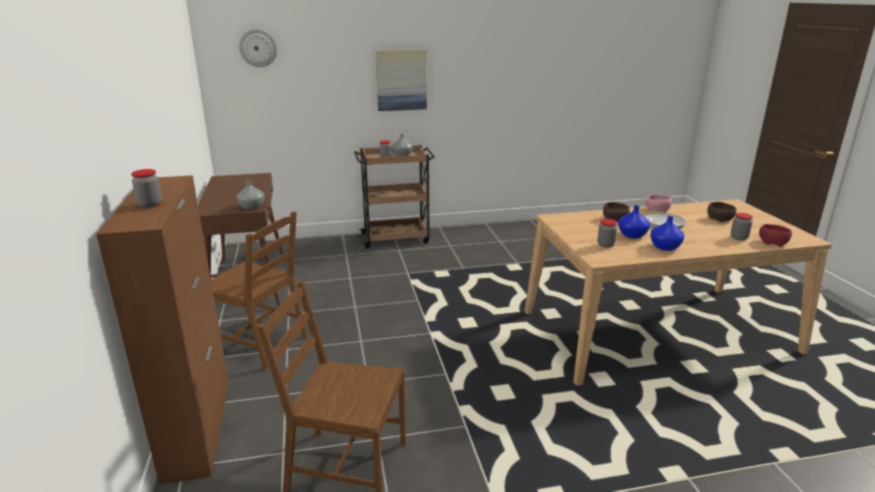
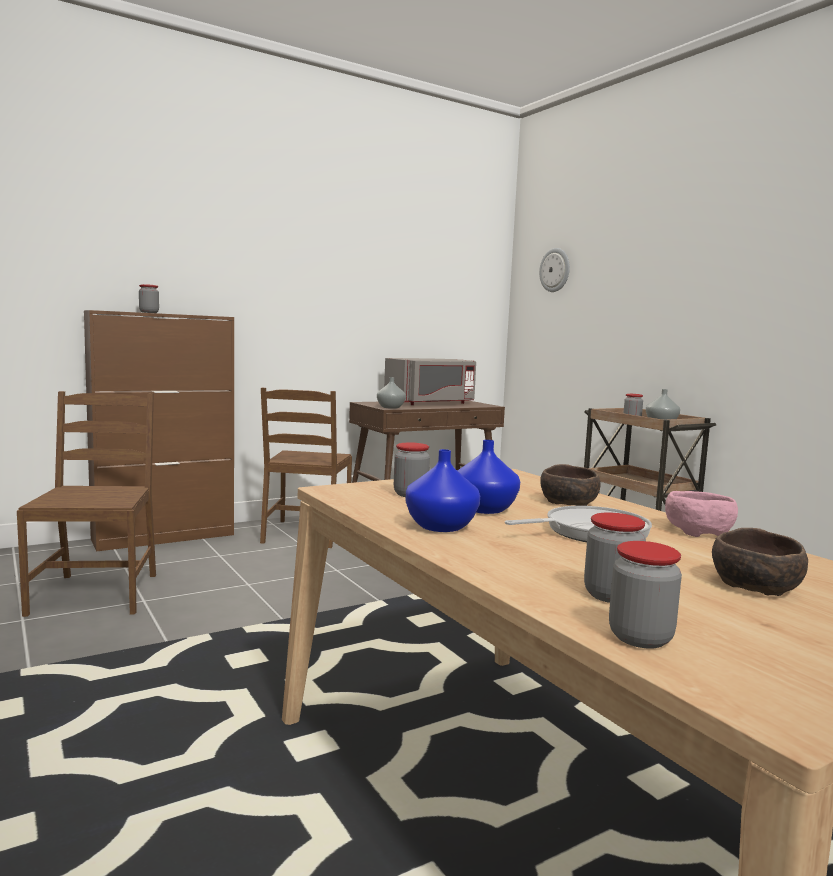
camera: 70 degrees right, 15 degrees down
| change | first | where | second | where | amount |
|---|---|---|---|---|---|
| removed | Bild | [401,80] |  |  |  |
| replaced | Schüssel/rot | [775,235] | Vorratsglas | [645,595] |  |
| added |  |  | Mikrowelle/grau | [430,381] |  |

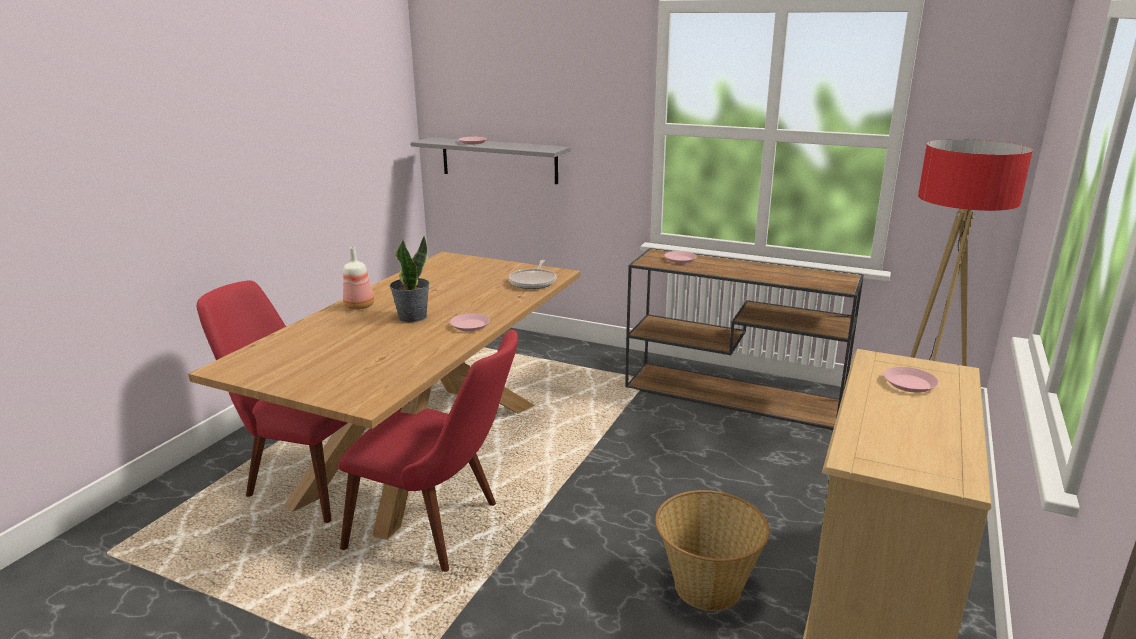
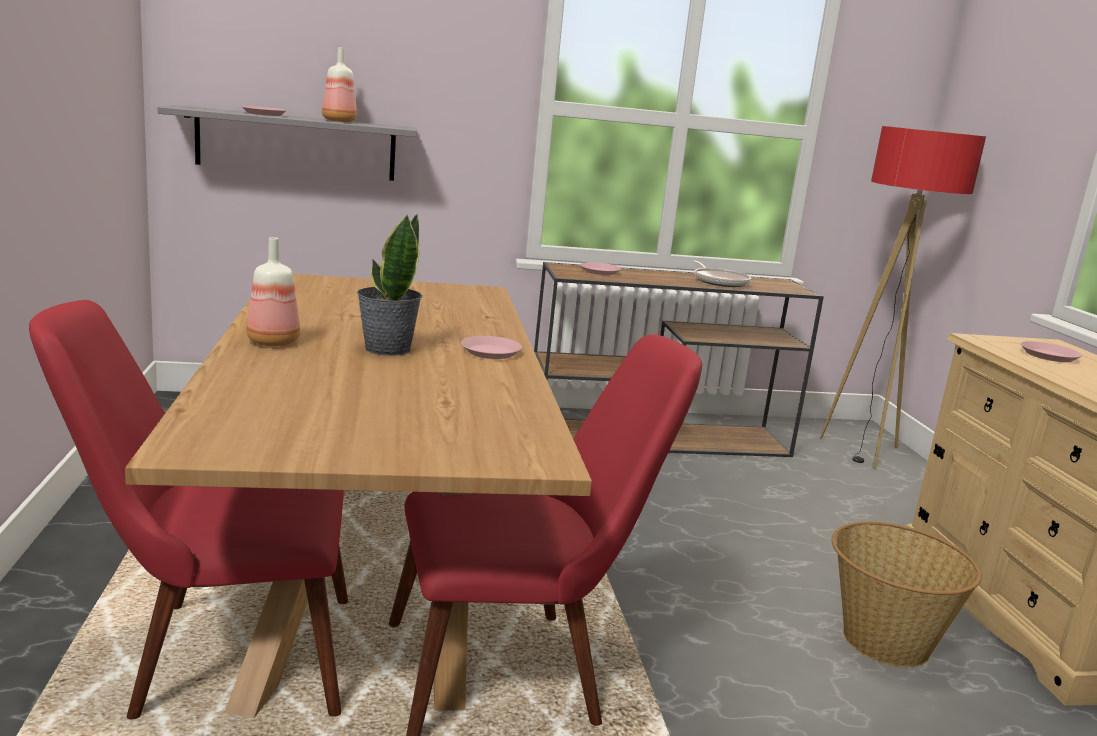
camera: 35 degrees left, 5 degrees down
| change | first | where | second | where | amount |
|---|---|---|---|---|---|
| moved | Pfanne | [533,274] |  | [721,273] |  |
| added |  |  | Flasche | [339,84] |  |

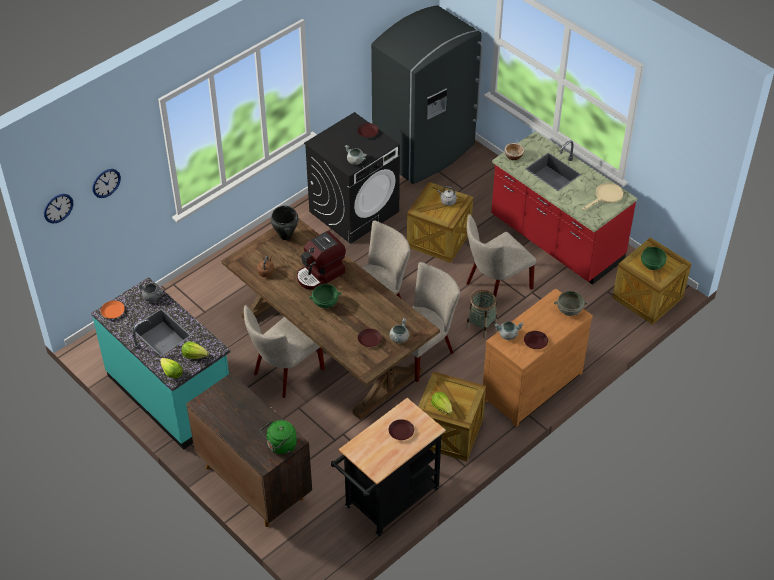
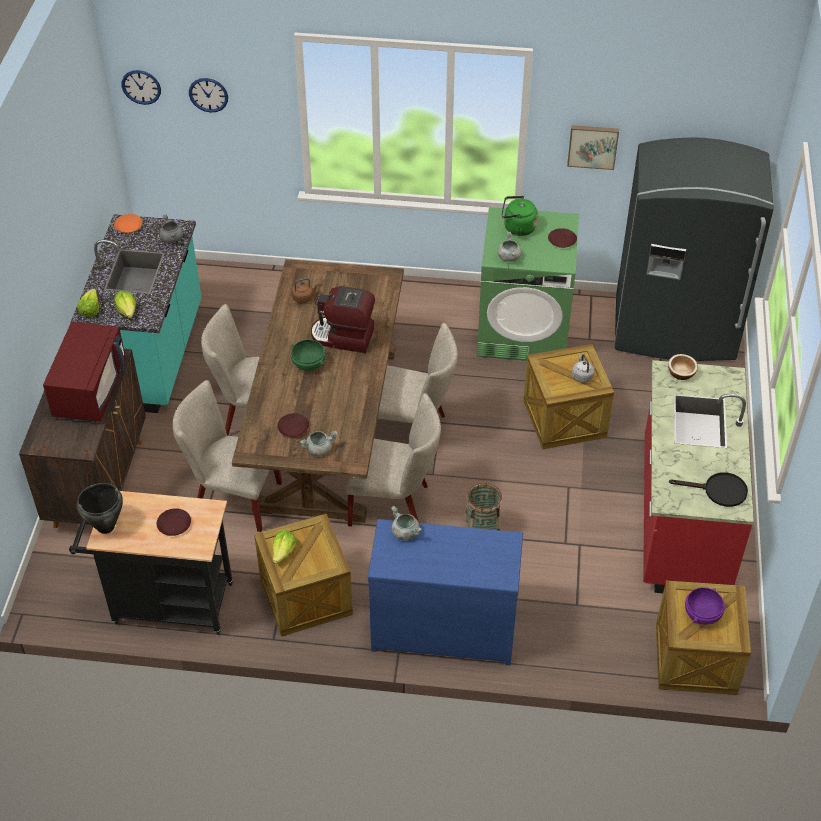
camera: 50 degrees right, 0 degrees up
| change | first | where | second | where | amount |
|---|---|---|---|---|---|
| recoloured | Waschmaschine/schwarz | [352,178] | Waschmaschine/grün | [528,284] |  |
| recoloured | Pfanne/beige | [602,196] | Pfanne/schwarz | [708,489] |  |
| moved | Kochtopf/schwarz | [284,223] |  | [100,508] |  |
| moved | Stuhl/beige | [501,255] |  | [227,456] |  |
| recoloured | Schüssel/grün | [654,258] | Schüssel/lila | [705,606] |  |
| recoloured | Kommode/braun | [538,357] | Kommode/blau | [445,592] |  |
| removed | Schüssel/grau | [570,303] |  |  |  |
| removed | Teller/braun | [536,340] |  |  |  |
| moved | Wasserkessel/grün | [278,437] |  | [520,216] |  |
| added |  |  | Bild | [593,147] |  |
| added |  |  | Mikrowelle/rot | [84,372] |  |

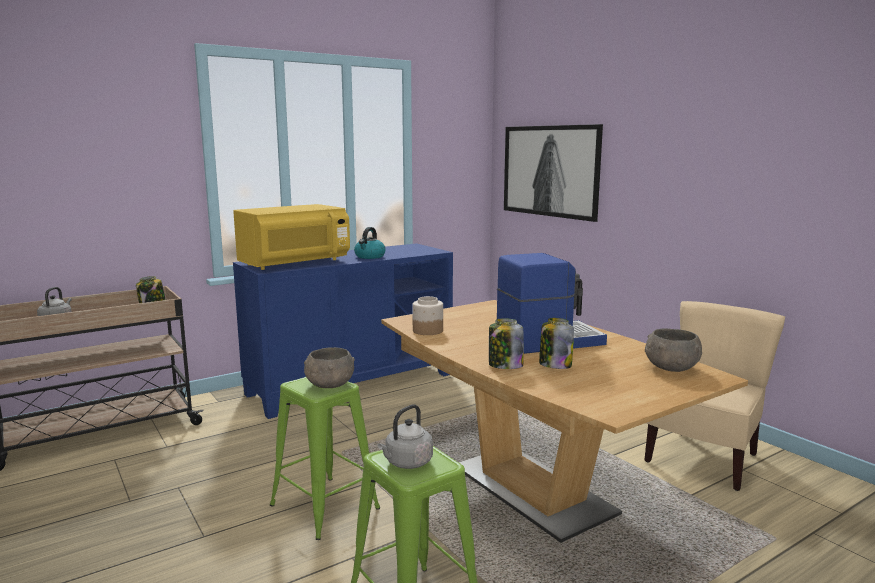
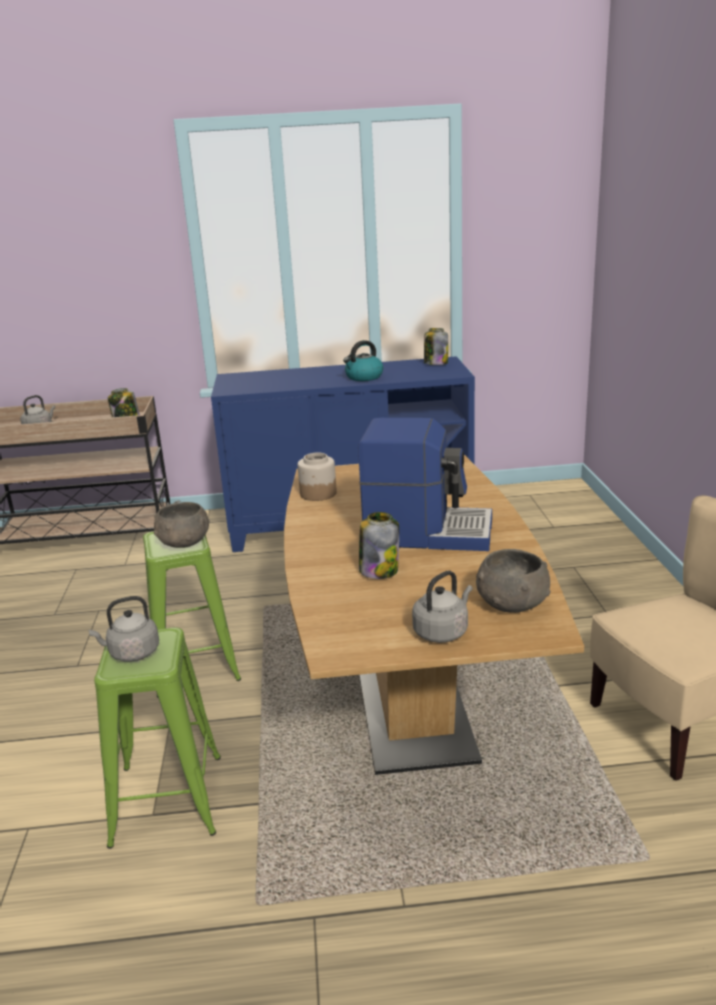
camera: 30 degrees right, 10 degrees up
| change | first | where | second | where | amount |
|---|---|---|---|---|---|
| removed | Bild | [553,173] |  |  |  |
| removed | Mikrowelle/gelb | [291,237] |  |  |  |
| moved | Vorratsglas | [506,343] |  | [436,346] |  |
| added |  |  | Wasserkessel/grau | [442,607] |  |

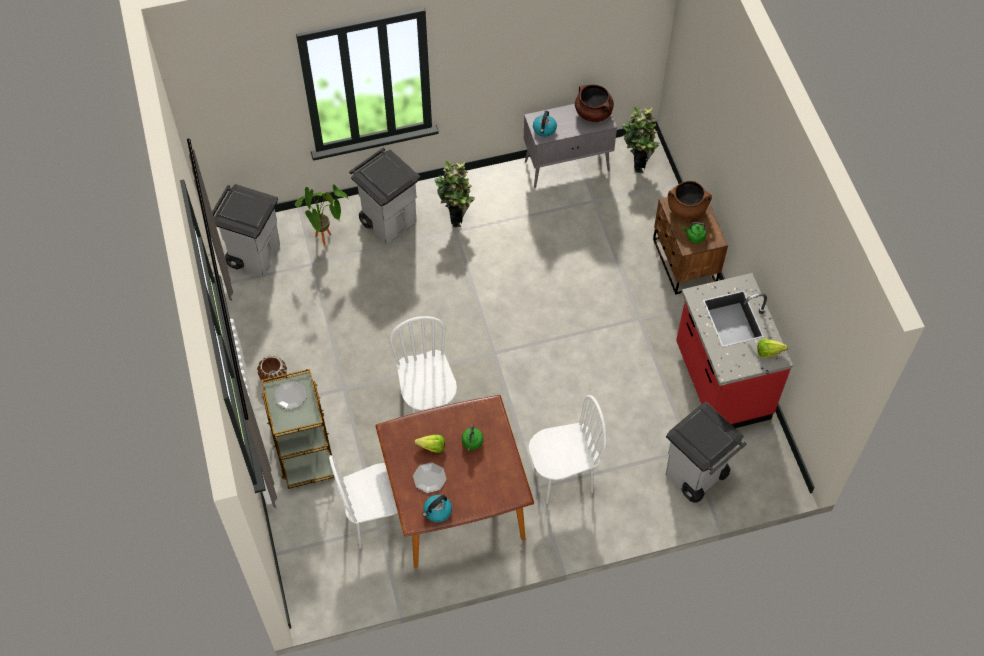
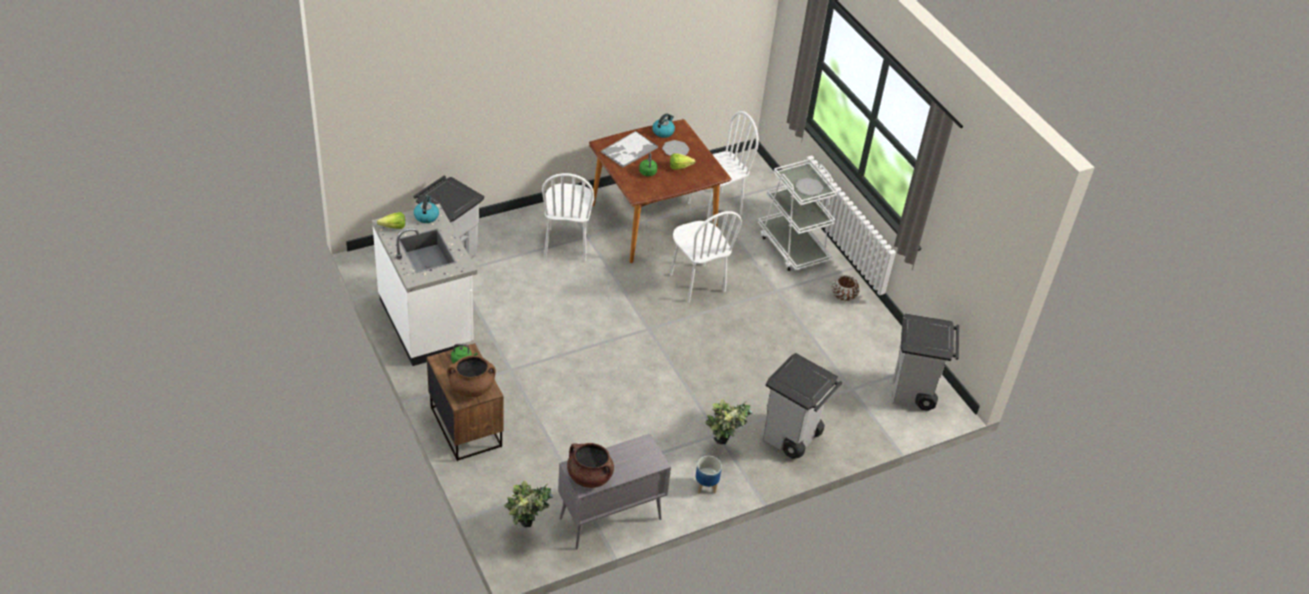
camera: 165 degrees right, 15 degrees down
| change | first | where | second | where | amount |
|---|---|---|---|---|---|
| moved | Wasserkessel | [545,124] |  | [426,209] |  |
| removed | Topfpflanze | [321,215] |  |  |  |
| recoloured | Küchenzeile/rot | [734,350] | Küchenzeile/weiß | [424,285] |  |
| recoloured | Rollwagen/braun | [298,429] | Rollwagen/weiß | [798,215] |  |
| turned | Stuhl/weiß | [568,449] |  | [568,217] | 60 degrees counterclockwise |
| added |  |  | Tablett | [629,149] |  |
| added |  |  | Pflanzkübel | [709,474] |  |

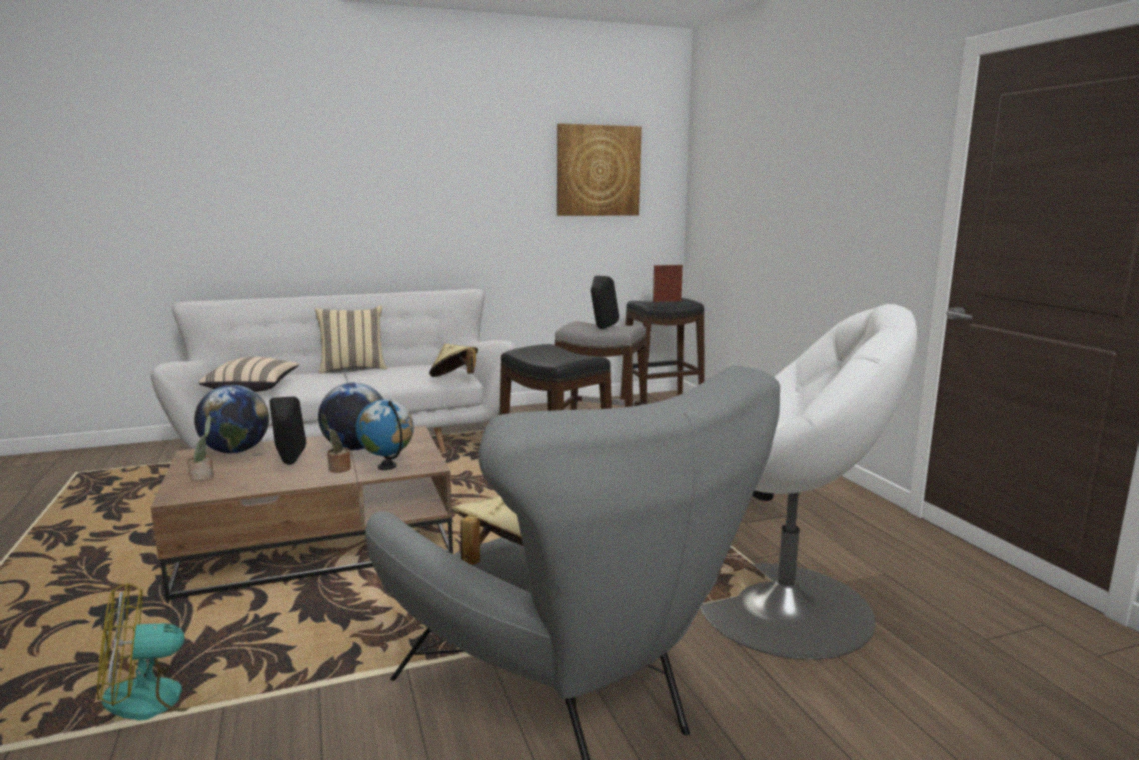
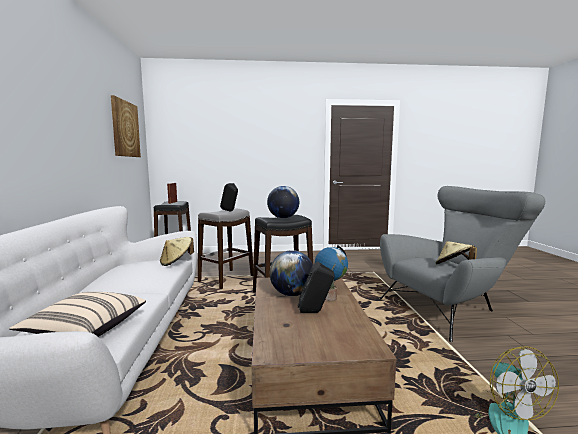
camera: 75 degrees left, 5 degrees down
| change | first | where | second | where | amount |
|---|---|---|---|---|---|
| removed | Sessel/weiß | [808,482] |  |  |  |
| removed | Kissen/beige | [351,339] |  |  |  |
| moved | Globus | [231,419] |  | [283,202] |  |
| removed | Topfpflanze | [200,448] |  |  |  |

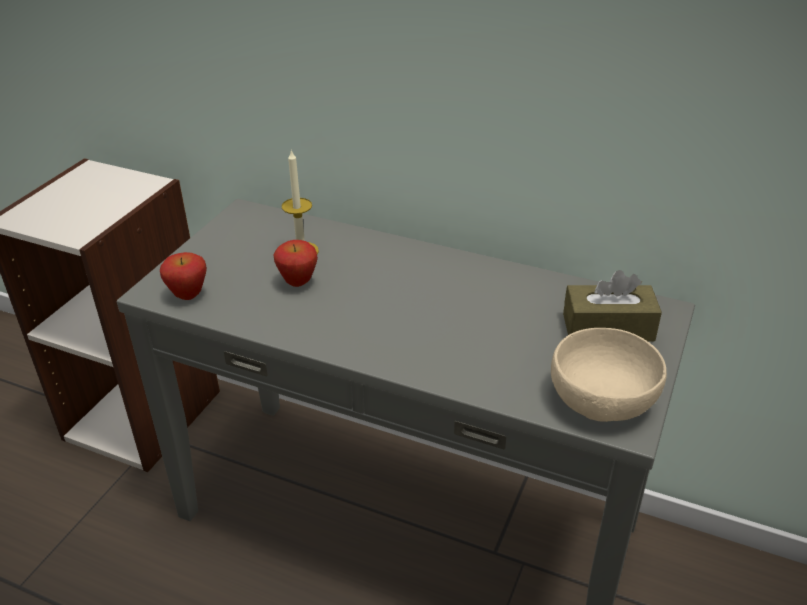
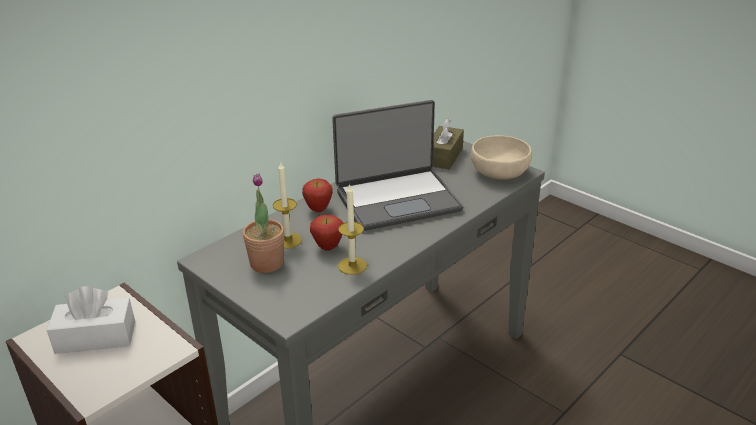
camera: 70 degrees left, 5 degrees down
| change | first | where | second | where | amount |
|---|---|---|---|---|---|
| moved | Apfel | [183,276] |  | [317,195] |  |
| added |  |  | Laptop | [397,165] |  |
| added |  |  | Topfpflanze | [263,223] |  |
| added |  |  | Kerze | [352,229] |  |
| added |  |  | Taschentuchbox/weiß | [91,320] |  |

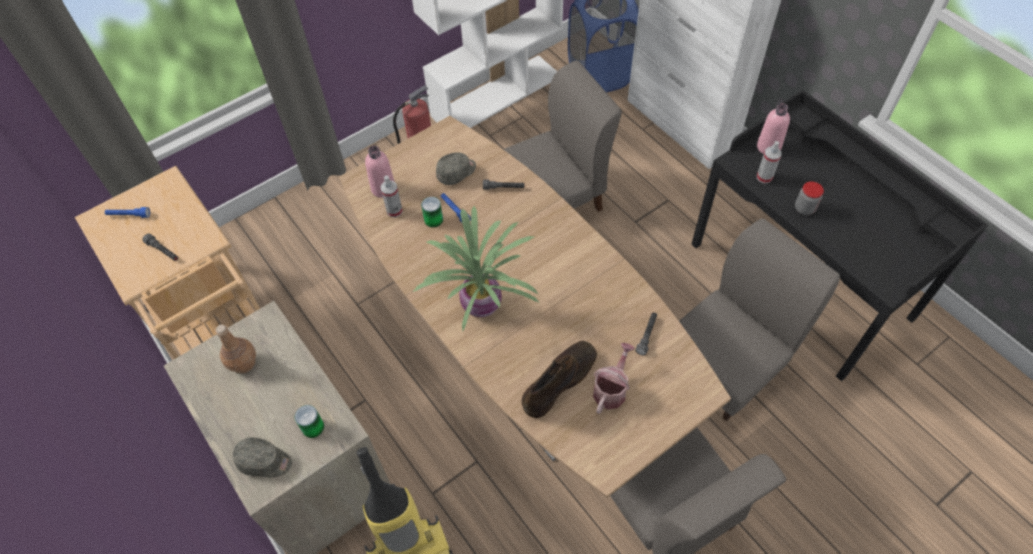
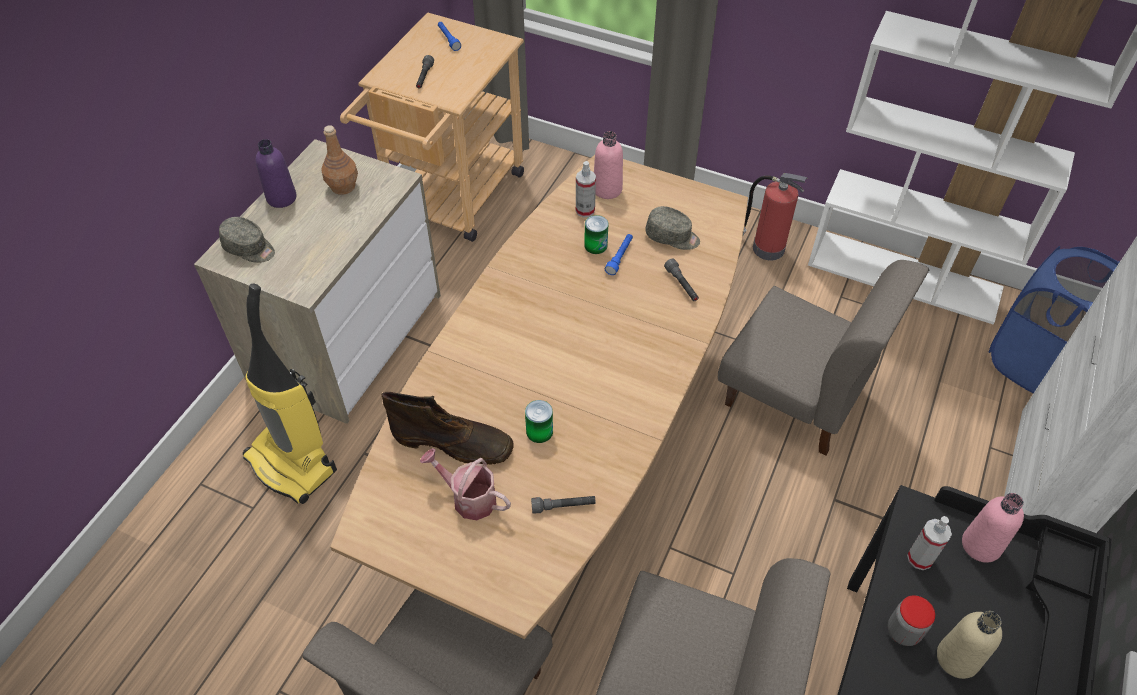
camera: 60 degrees right, 5 degrees down
| change | first | where | second | where | amount |
|---|---|---|---|---|---|
| removed | Topfpflanze | [476,268] |  |  |  |
| turned | Gießkanne | [614,378] |  | [465,484] | 150 degrees counterclockwise |
| moved | Dose | [309,421] |  | [539,421] |  |
| turned | Kappe/grau | [262,457] |  | [247,240] | 45 degrees counterclockwise |
| added |  |  | Flasche/lila | [276,173] |  |
| added |  |  | Flasche/beige | [969,645] |  |

